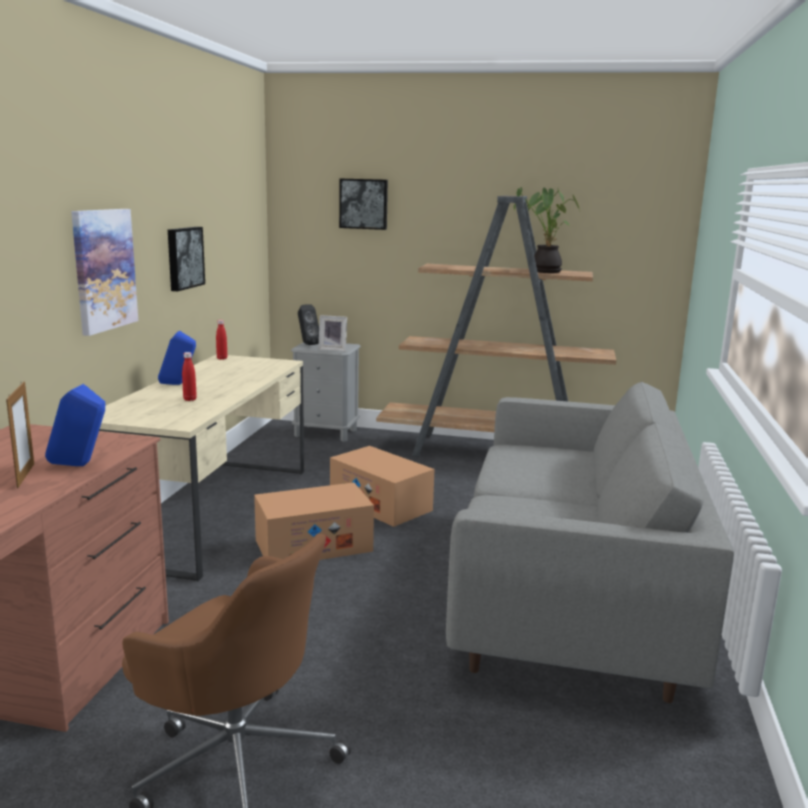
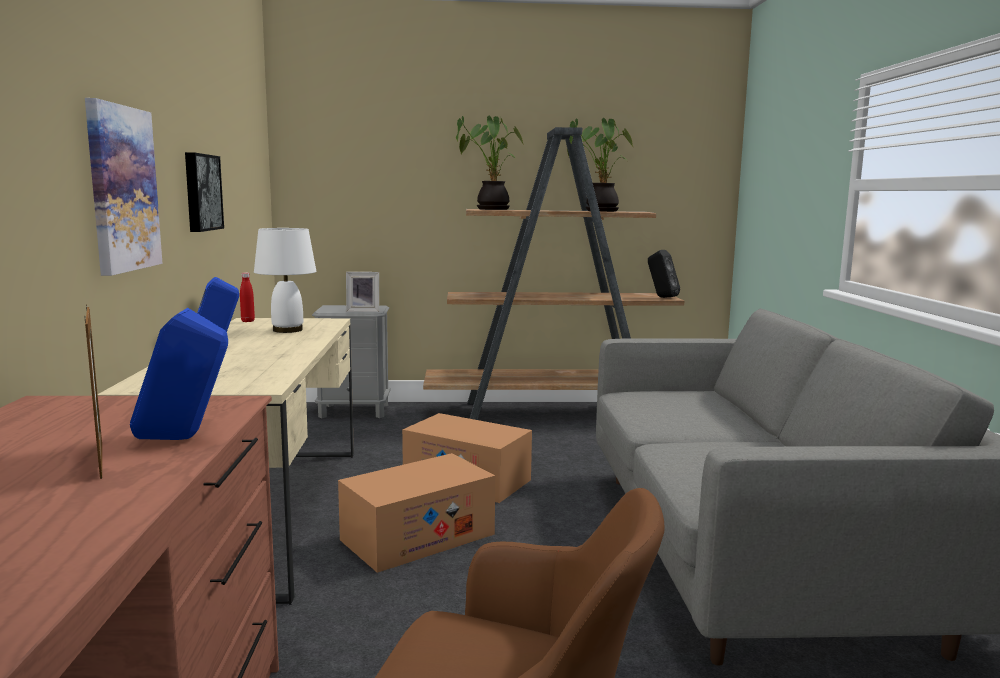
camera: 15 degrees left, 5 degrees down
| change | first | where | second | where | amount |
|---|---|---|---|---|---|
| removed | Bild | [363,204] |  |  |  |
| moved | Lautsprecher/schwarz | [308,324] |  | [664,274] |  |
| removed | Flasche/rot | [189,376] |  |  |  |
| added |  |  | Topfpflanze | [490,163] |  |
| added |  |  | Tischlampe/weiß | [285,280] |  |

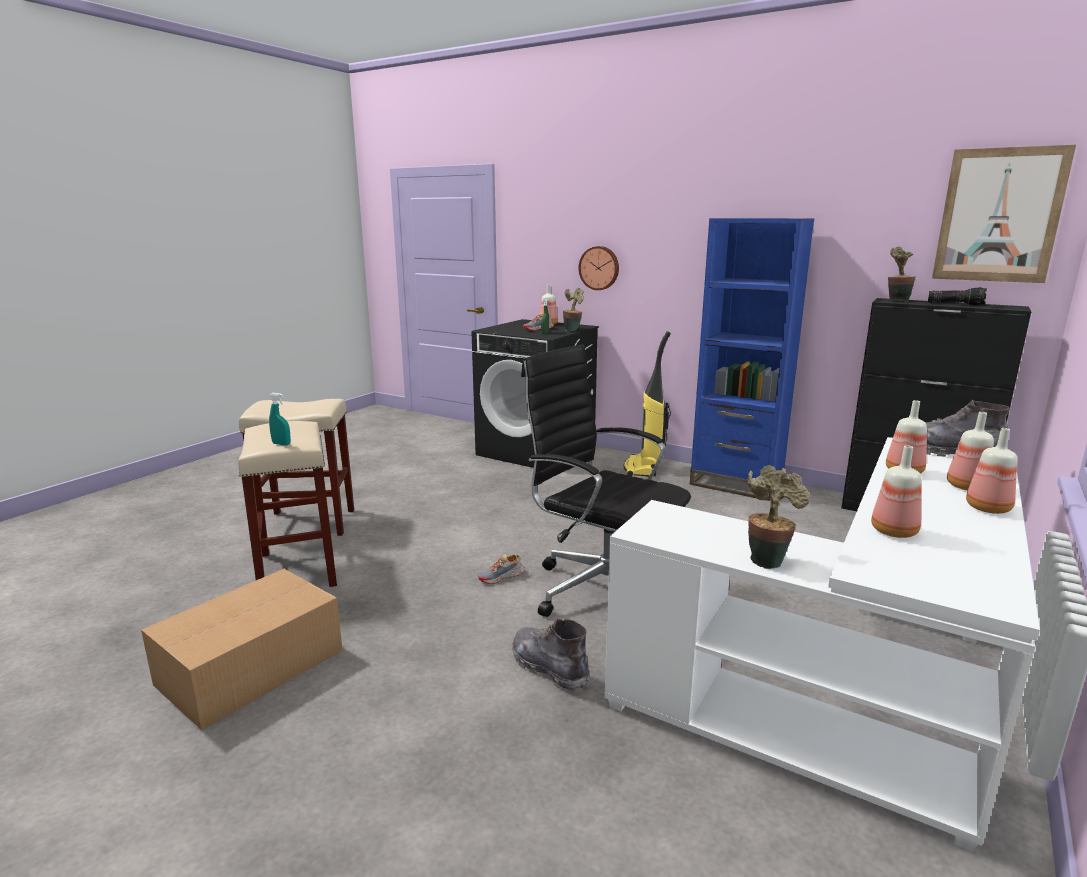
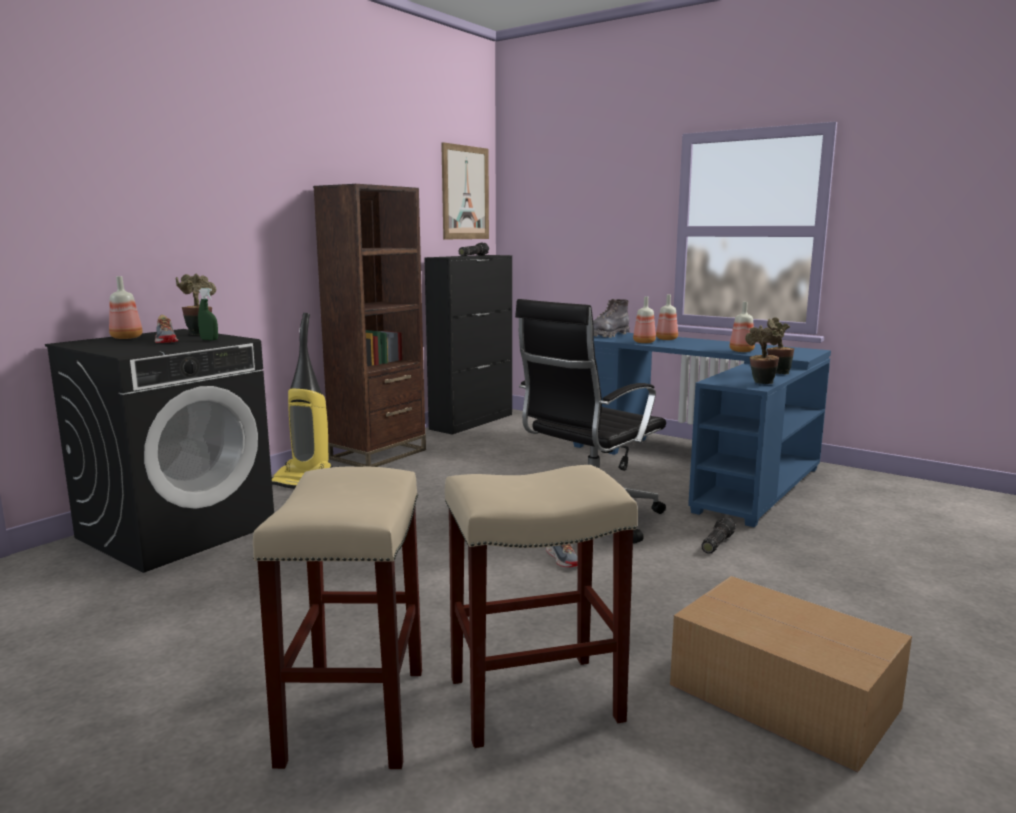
camera: 85 degrees left, 5 degrees down
| change | first | where | second | where | amount |
|---|---|---|---|---|---|
| recoloured | Bücherregal/blau | [752,359] | Bücherregal/braun | [369,325] |  |
| removed | Wanduhr | [599,268] |  |  |  |
| moved | Topfpflanze | [902,273] |  | [764,354] |  |
| removed | Sprühflasche/türkis | [280,419] |  |  |  |
| removed | Flasche | [991,471] |  |  |  |
| recoloured | Schreibtisch/weiß | [822,644] | Schreibtisch/blau | [702,429] |  |
| replaced | Stiefel/grau | [551,656] | Taschenlampe | [718,535] |  |

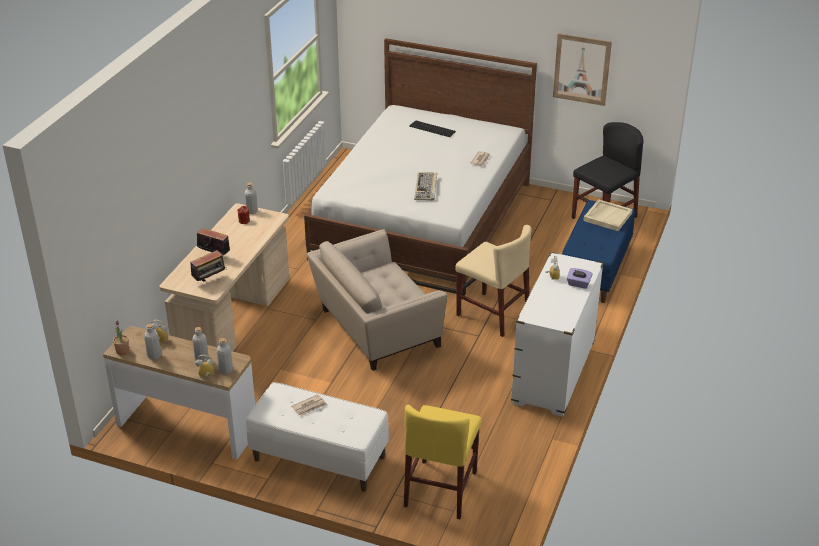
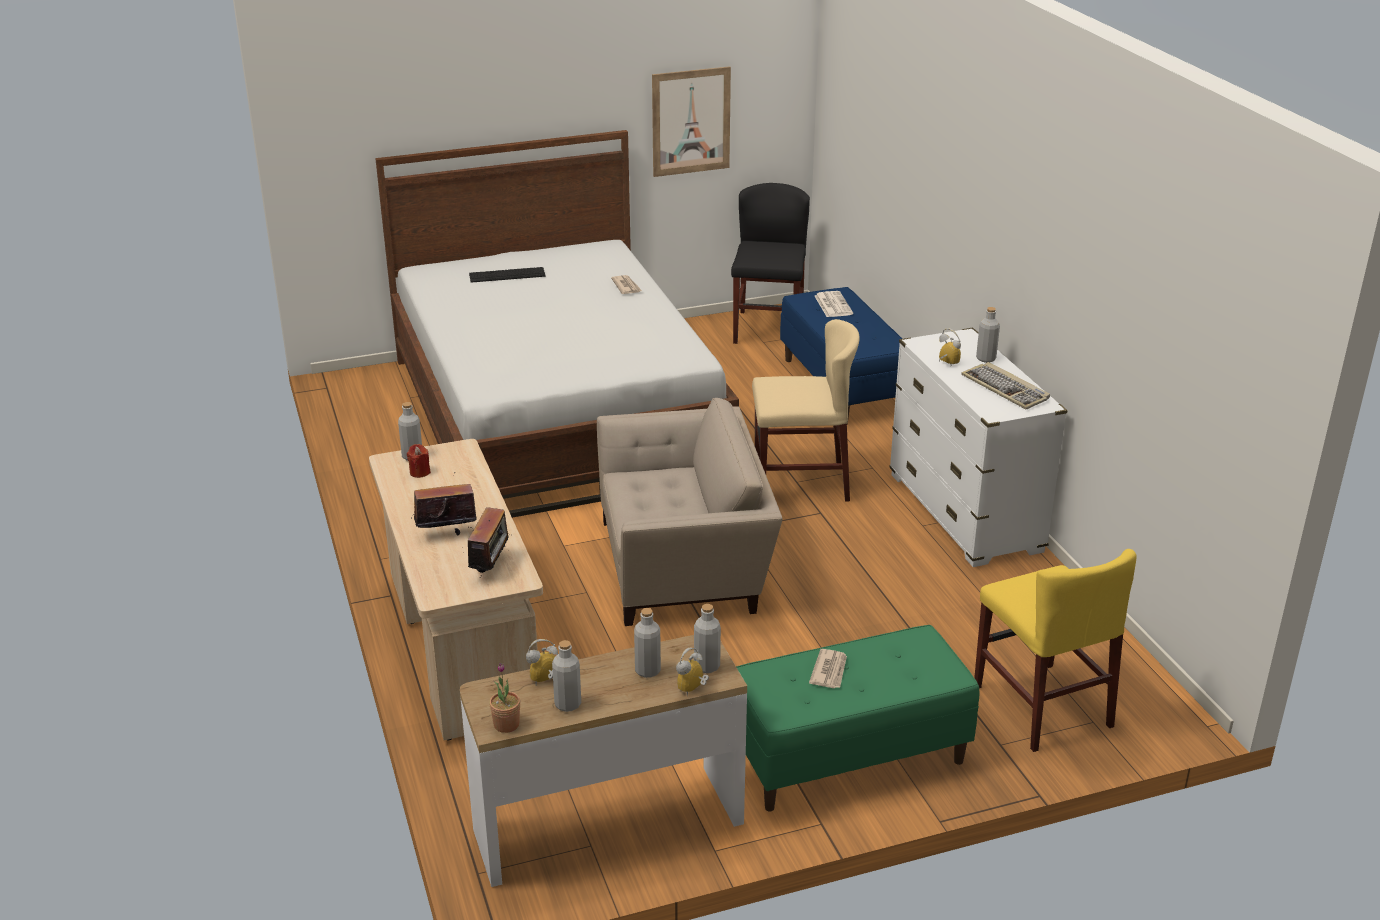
camera: 40 degrees left, 5 degrees down
| change | first | where | second | where | amount |
|---|---|---|---|---|---|
| moved | Tastatur | [425,187] |  | [1005,386] |  |
| replaced | Tablett/beige | [608,215] | Zeitung | [834,304] |  |
| turned | Sessel/beige | [376,300] |  | [690,512] | 120 degrees counterclockwise |
| replaced | Taschentuchbox/lila | [580,278] | Flasche/grau | [988,335] |  |
| recoloured | Bank/weiß | [317,437] | Bank/grün | [858,718] |  |

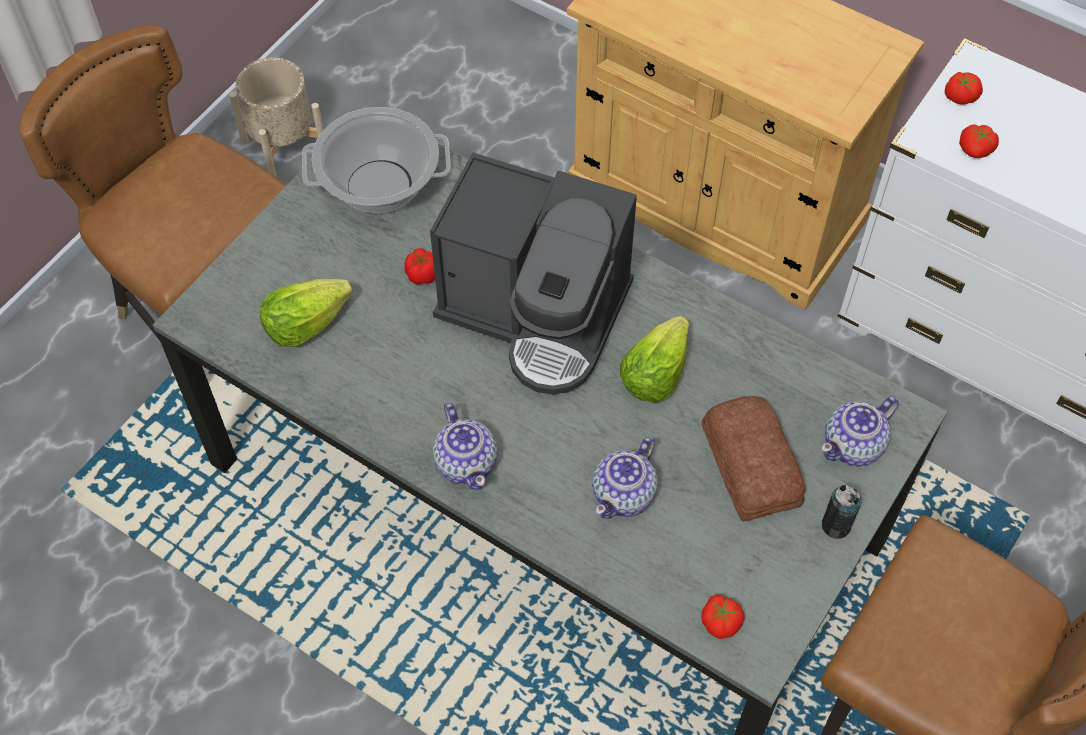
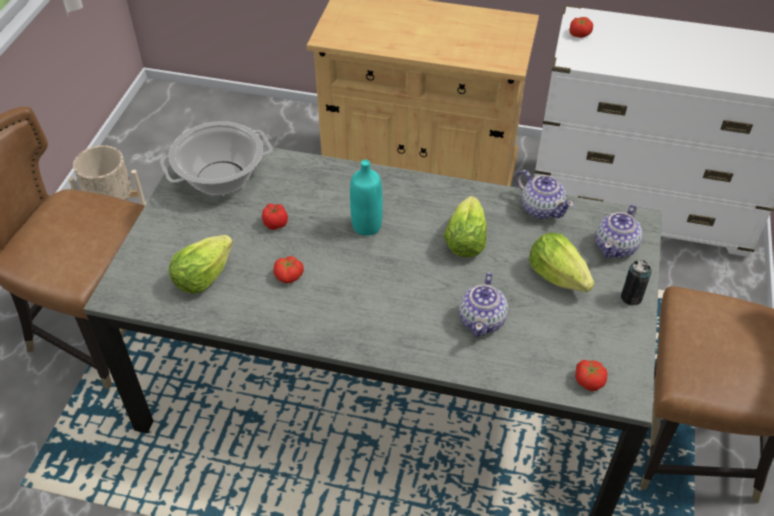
camera: 20 degrees left, 10 degrees down
| change | first | where | second | where | amount |
|---|---|---|---|---|---|
| moved | Tomate | [979,141] |  | [289,269] |  |
| replaced | Kaffeemaschine | [533,273] | Flasche/türkis | [366,198] |  |
| replaced | Brot | [754,458] | Salatkopf | [561,262] |  |
| moved | Teekanne | [465,446] |  | [545,194] |  |

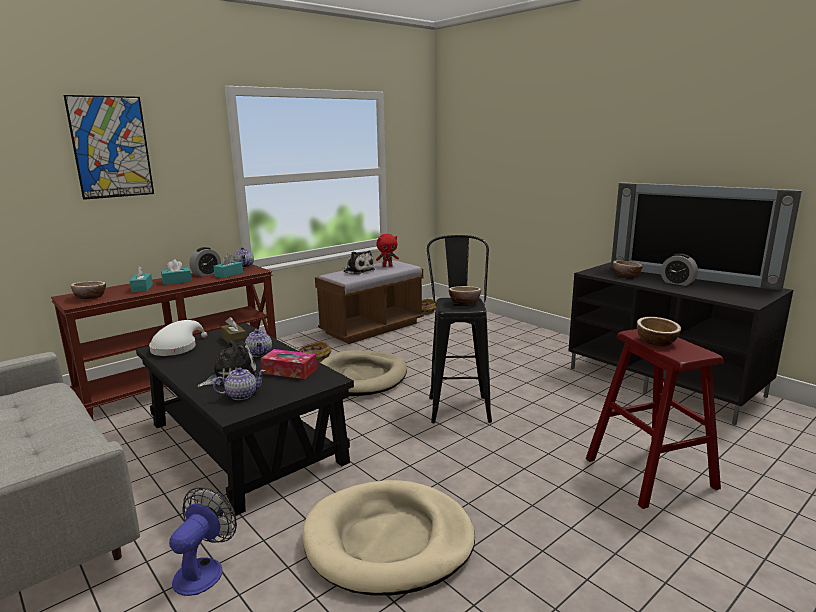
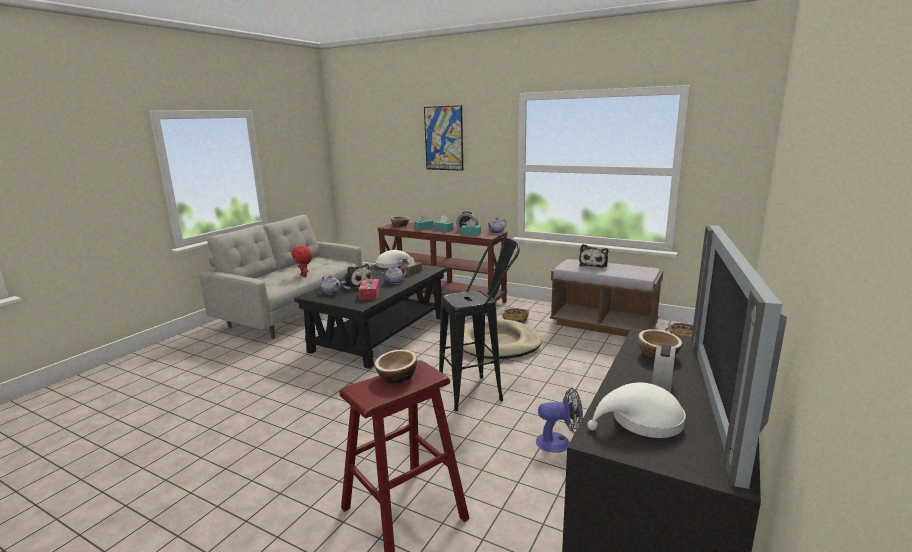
camera: 70 degrees right, 0 degrees up
| change | first | where | second | where | amount |
|---|---|---|---|---|---|
| moved | Plüschtier/rot | [387,250] |  | [302,261] |  |
| removed | Schüssel | [465,295] |  |  |  |
| removed | Hundebett/beige | [388,538] |  |  |  |
| moved | Ventilator | [203,541] |  | [559,420] |  |
| added |  |  | Hut/weiß | [636,410] |  |

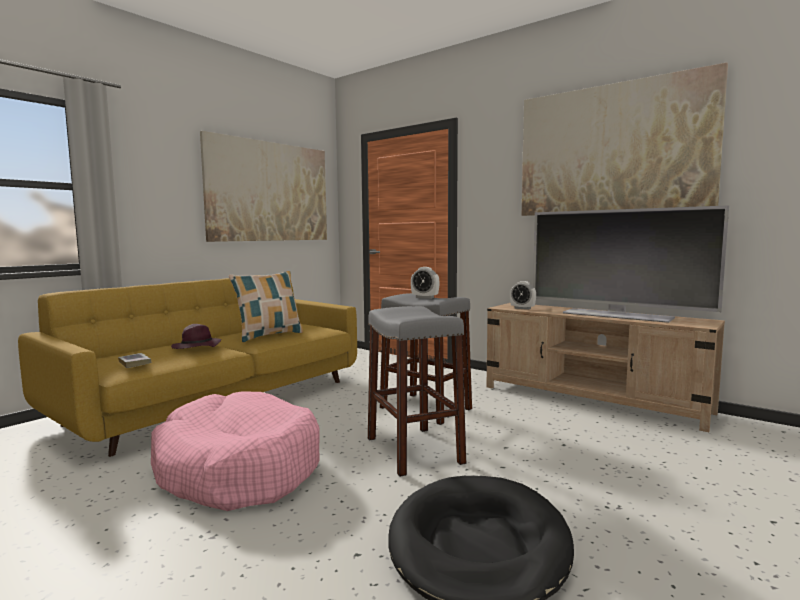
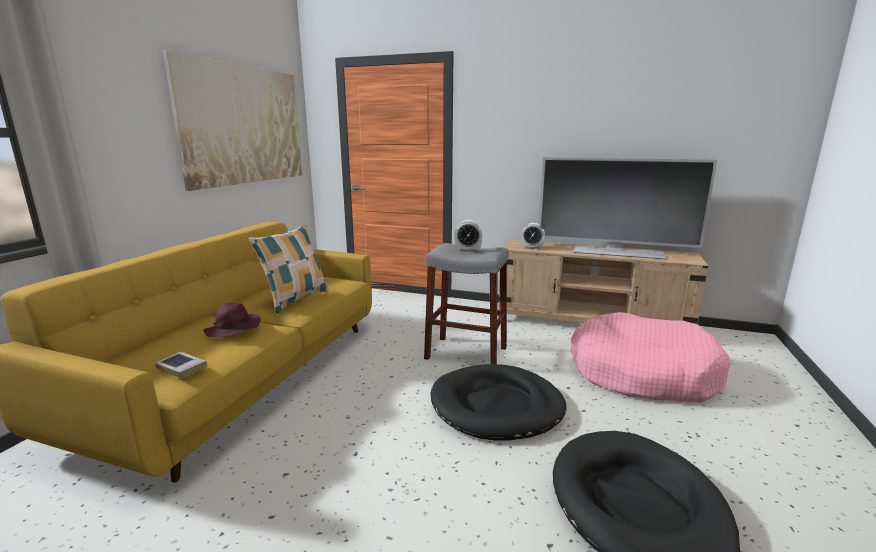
camera: 20 degrees left, 10 degrees up
| change | first | where | second | where | amount |
|---|---|---|---|---|---|
| removed | Bild | [625,139] |  |  |  |
| replaced | Hocker/grau | [417,391] | Hundebett/schwarz | [498,402] |  |
| moved | Hundebett/rosa | [235,451] |  | [650,357] |  |

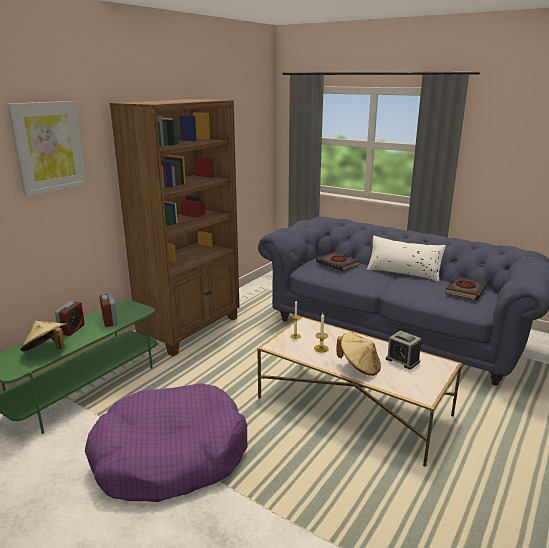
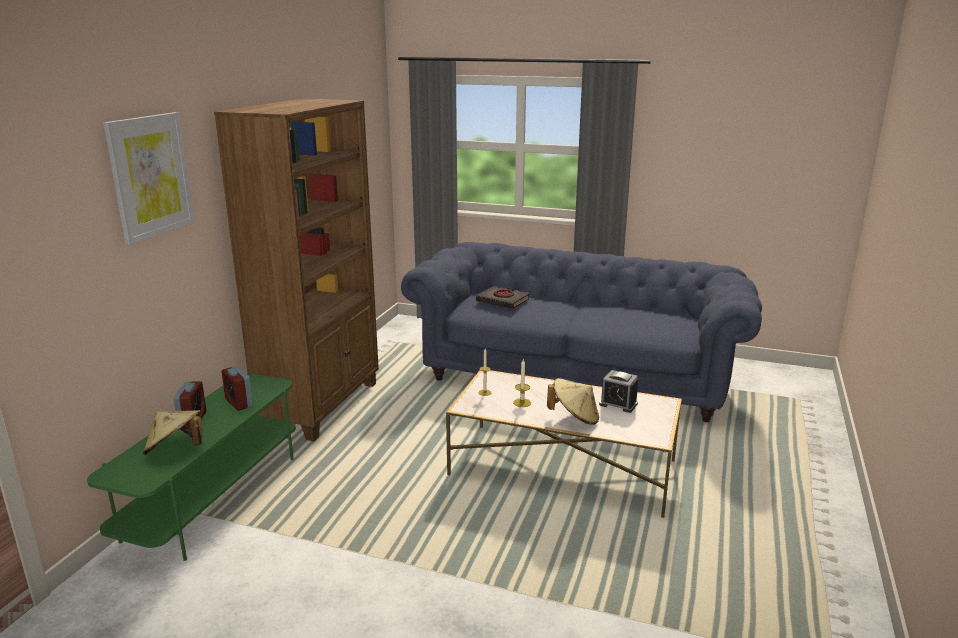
camera: 15 degrees left, 0 degrees up
| change | first | where | second | where | amount |
|---|---|---|---|---|---|
| removed | Kissen/weiß | [406,259] |  |  |  |
| removed | Buch/schwarz | [466,288] |  |  |  |
| removed | Hundebett/lila | [166,442] |  |  |  |

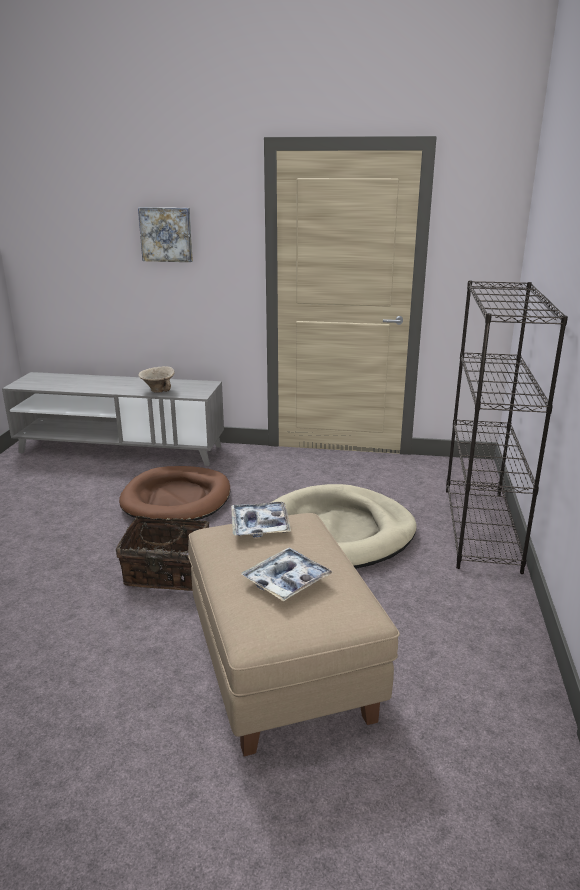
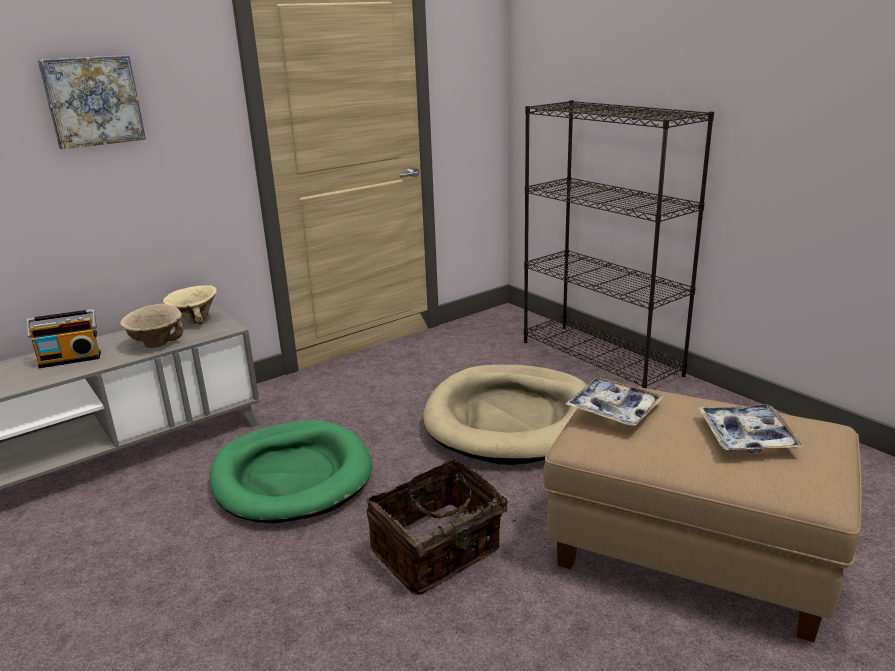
camera: 45 degrees left, 0 degrees up
| change | first | where | second | where | amount |
|---|---|---|---|---|---|
| recoloured | Hundebett/braun | [174,493] | Hundebett/grün | [291,471] |  |
| added |  |  | Schüssel/beige | [190,304] |  |
| added |  |  | Radio | [64,338] |  |

